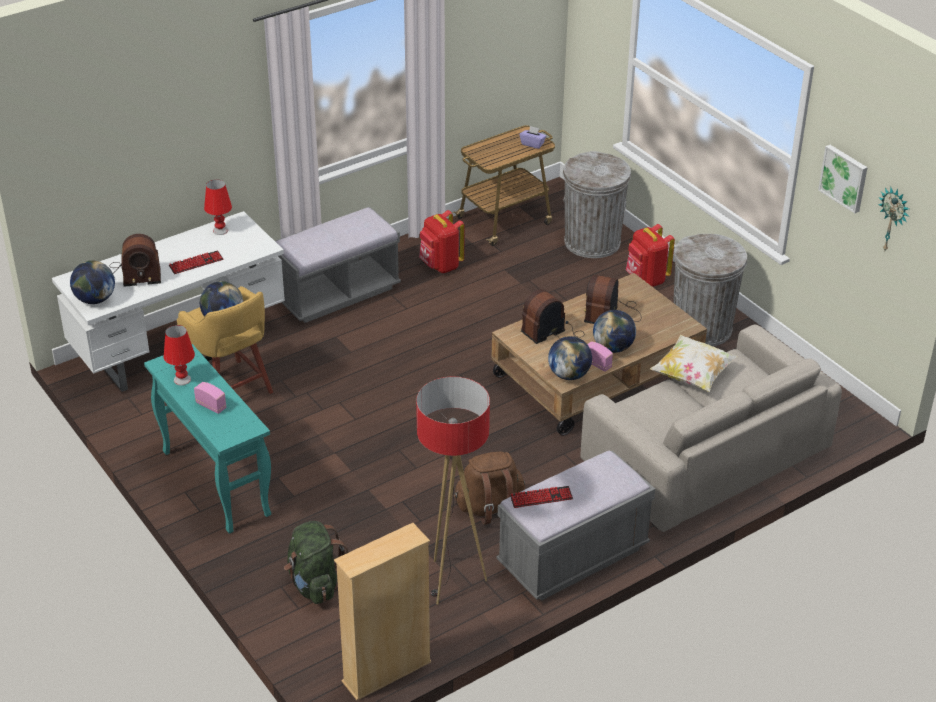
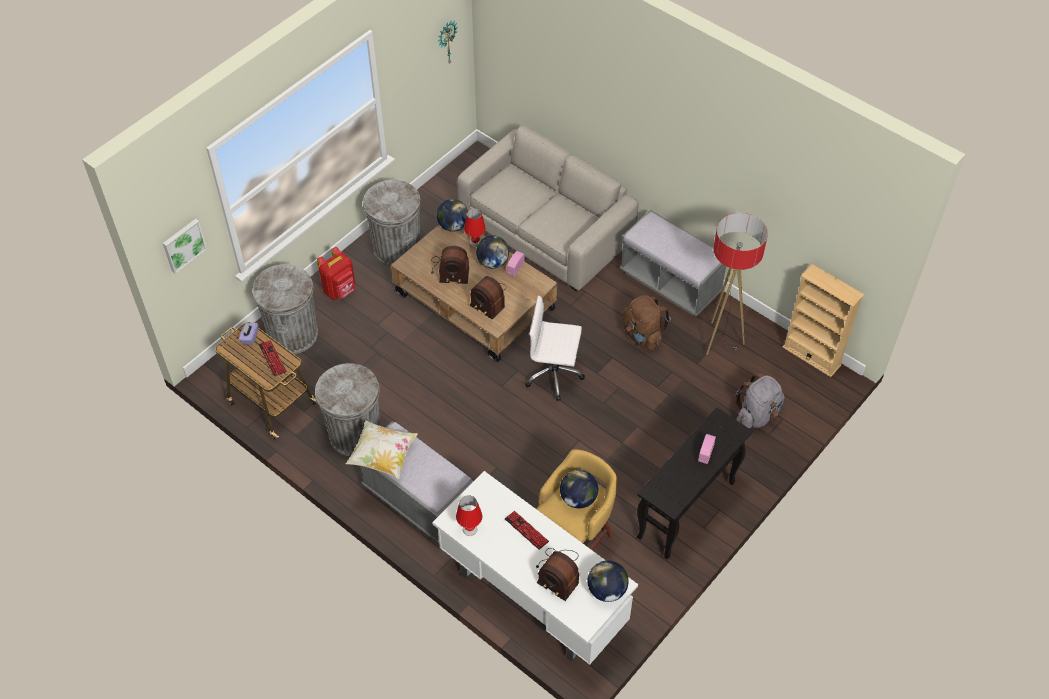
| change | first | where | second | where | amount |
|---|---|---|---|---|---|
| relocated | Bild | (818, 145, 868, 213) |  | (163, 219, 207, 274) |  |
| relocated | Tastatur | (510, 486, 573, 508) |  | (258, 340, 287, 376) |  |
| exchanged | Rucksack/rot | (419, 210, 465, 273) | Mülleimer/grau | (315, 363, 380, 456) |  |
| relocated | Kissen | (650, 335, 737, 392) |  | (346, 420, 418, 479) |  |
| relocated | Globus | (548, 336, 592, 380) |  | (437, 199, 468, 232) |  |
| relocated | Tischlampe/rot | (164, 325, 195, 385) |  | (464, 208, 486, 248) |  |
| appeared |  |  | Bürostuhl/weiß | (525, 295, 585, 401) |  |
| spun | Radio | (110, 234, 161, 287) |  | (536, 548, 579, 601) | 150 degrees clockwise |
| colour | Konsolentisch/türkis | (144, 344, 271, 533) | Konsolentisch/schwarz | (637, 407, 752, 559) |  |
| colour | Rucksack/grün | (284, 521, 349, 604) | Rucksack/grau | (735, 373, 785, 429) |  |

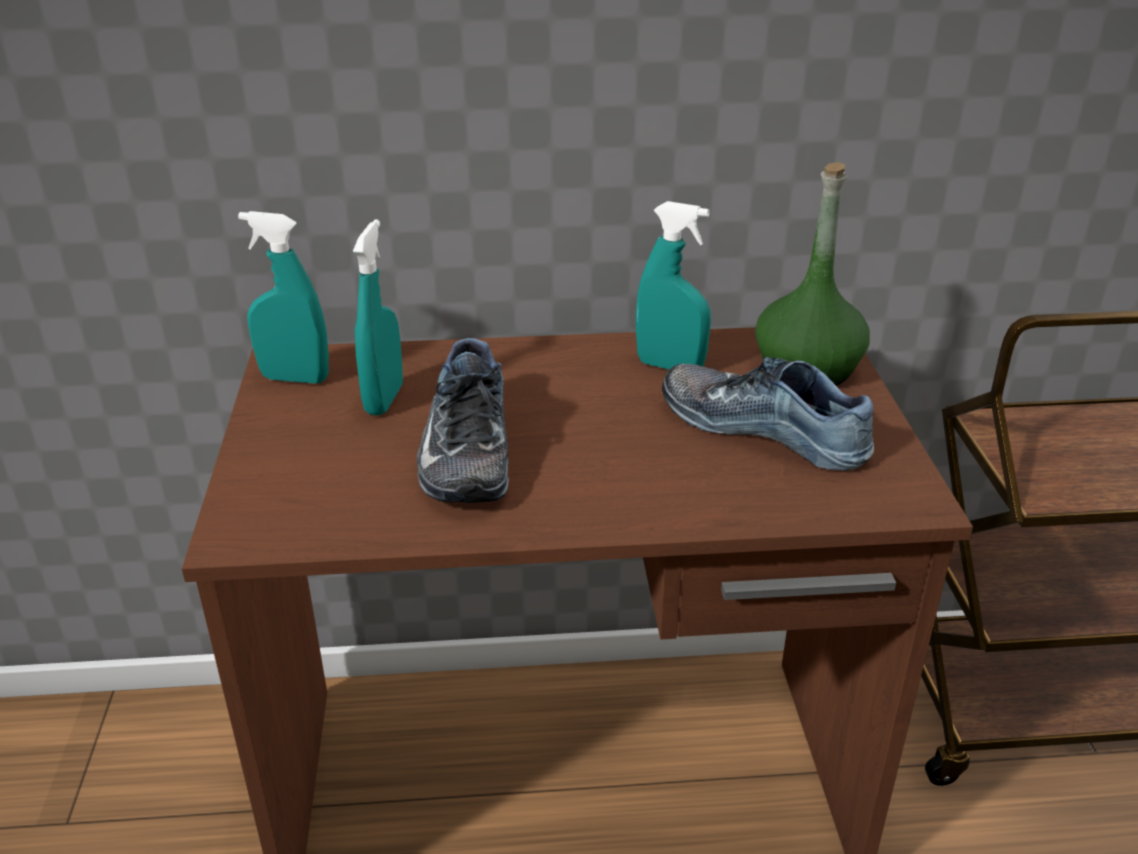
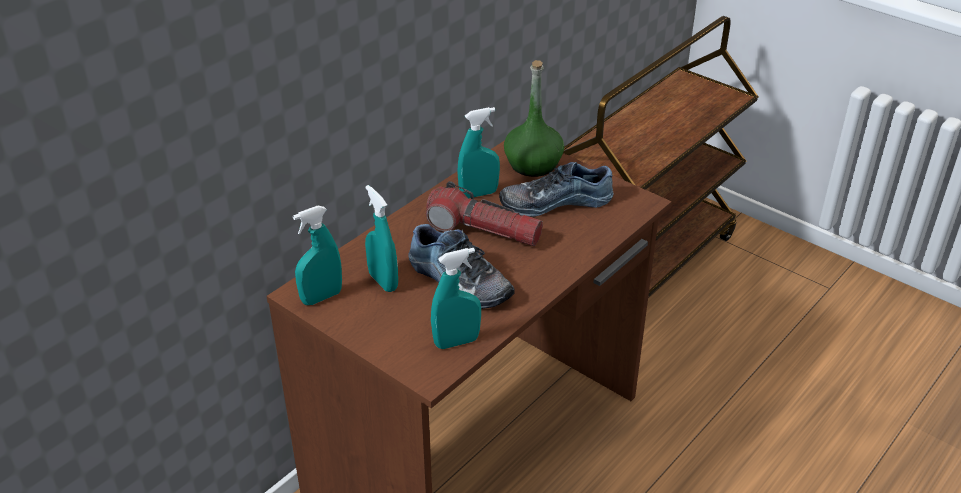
| change | first | where | second | where | amount |
|---|---|---|---|---|---|
| appeared |  |  | Taschenlampe | (426, 181, 543, 246) |  |
| appeared |  |  | Sprühflasche/türkis | (431, 248, 481, 349) |  |

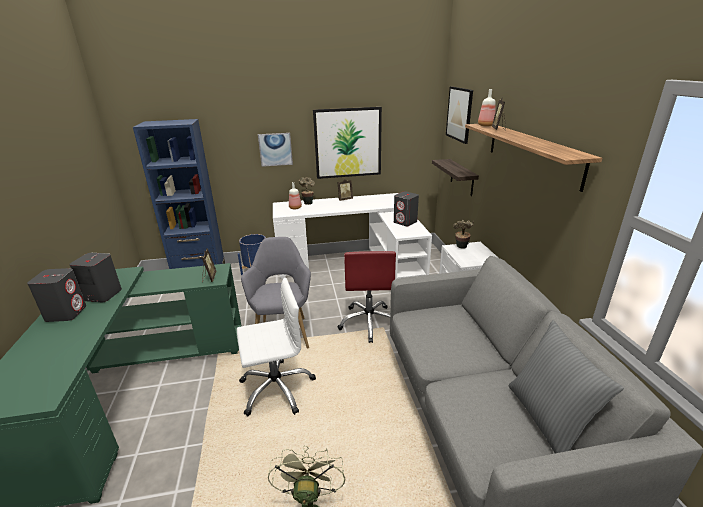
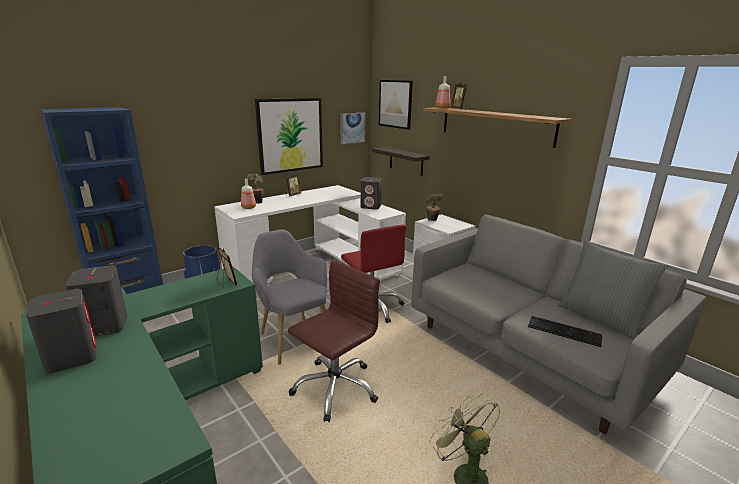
| change | first | where | second | where | amount |
|---|---|---|---|---|---|
| colour | Bürostuhl/weiß | (237, 278, 316, 416) | Bürostuhl/braun | (288, 260, 380, 422) |  |
| relocated | Bild | (258, 133, 293, 167) |  | (340, 113, 365, 144) |  |
| appeared |  |  | Tastatur | (528, 316, 602, 347) |  |

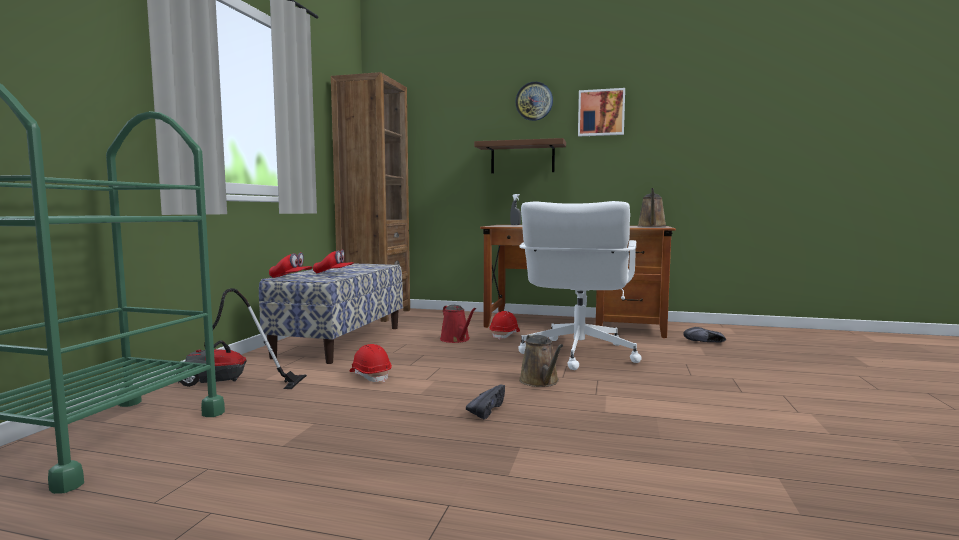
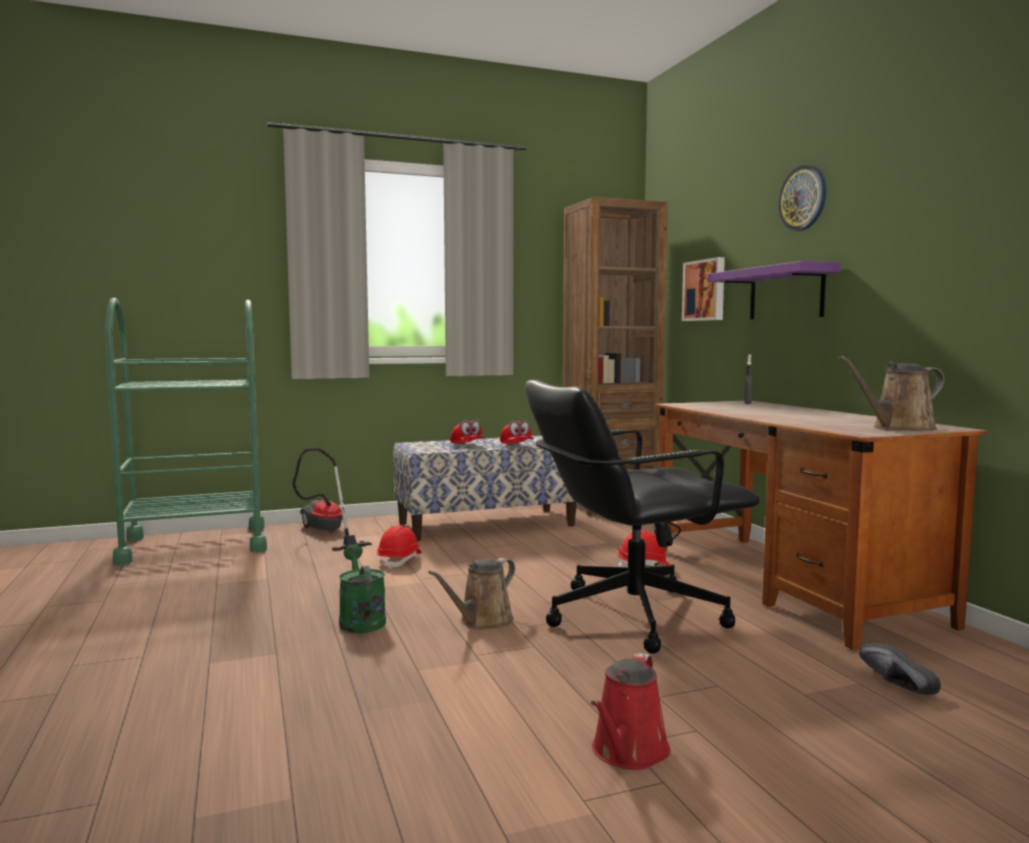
| change | first | where | second | where | amount |
|---|---|---|---|---|---|
| exchanged | Schuh/schwarz | (466, 384, 505, 420) | Gießkanne/grün | (339, 545, 386, 633) |  |
| relocated | Kappe/rot | (269, 252, 313, 278) |  | (500, 420, 534, 444) |  |
| colour | Bürostuhl/weiß | (518, 201, 641, 370) | Bürostuhl/schwarz | (525, 380, 760, 654) |  |
| relocated | Gießkanne/rot | (440, 305, 476, 343) |  | (591, 653, 670, 770) |  |
| relocated | Bild | (578, 88, 625, 137) |  | (682, 257, 725, 321) |  |
| colour | Wandregal/braun | (474, 138, 566, 173) | Wandregal/lila | (708, 261, 841, 319) |  |

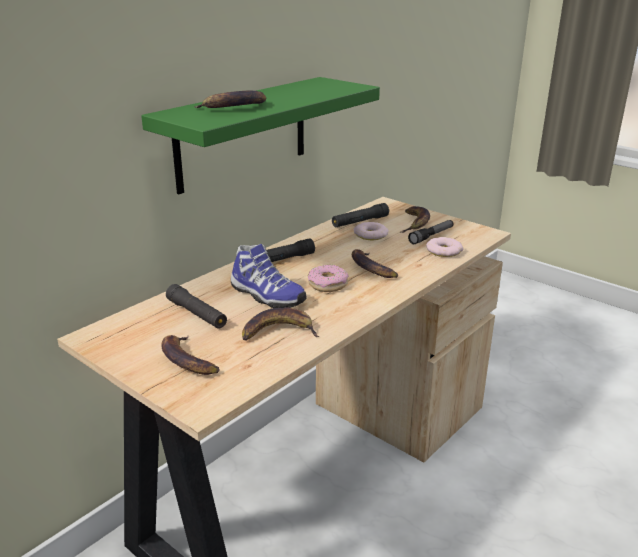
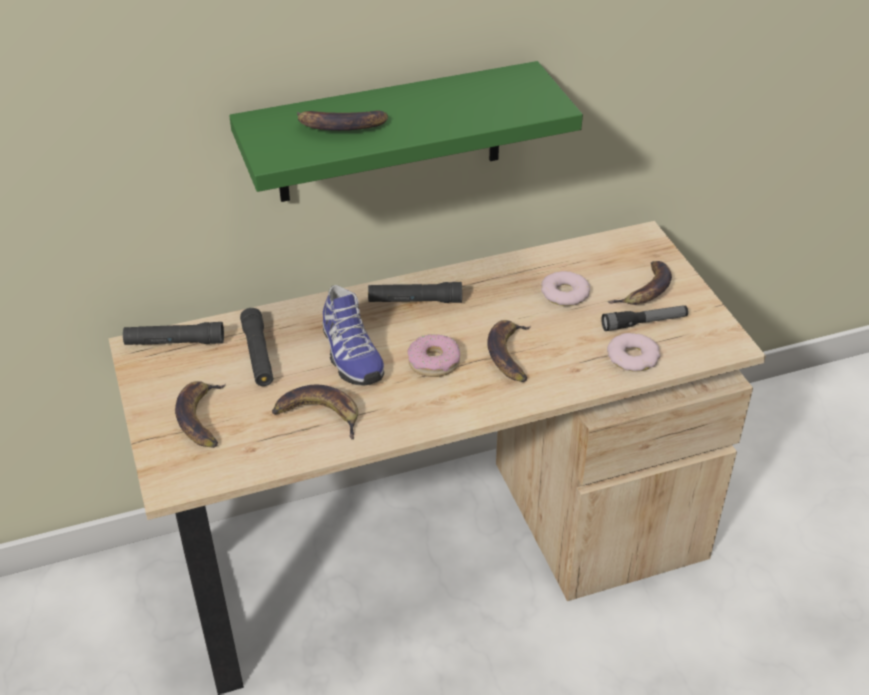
| change | first | where | second | where | amount |
|---|---|---|---|---|---|
| relocated | Taschenlampe/schwarz | (332, 203, 389, 227) |  | (123, 322, 224, 345) |  |

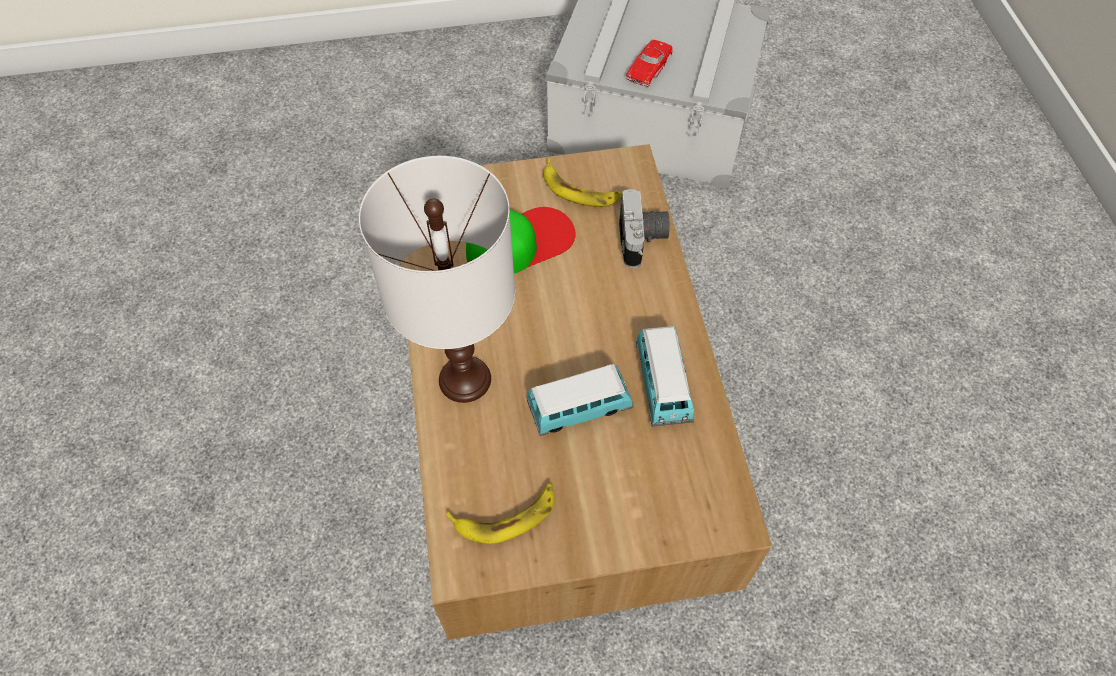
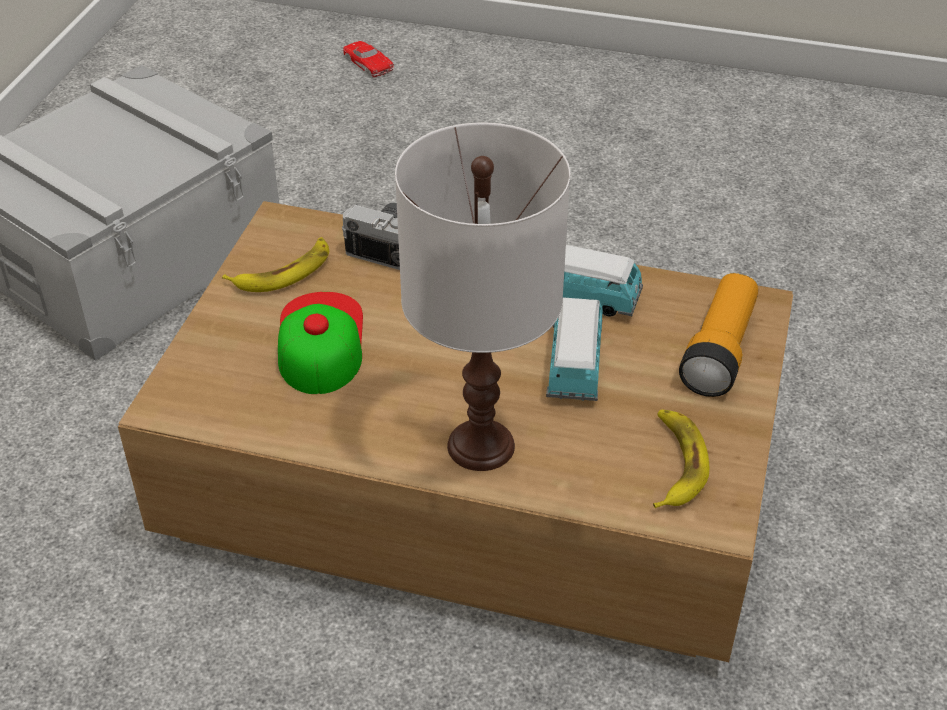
| change | first | where | second | where | amount |
|---|---|---|---|---|---|
| relocated | Spielzeugauto/rot | (626, 40, 673, 87) |  | (343, 41, 394, 77) |  |
| appeared |  |  | Taschenlampe | (679, 273, 758, 397) |  |

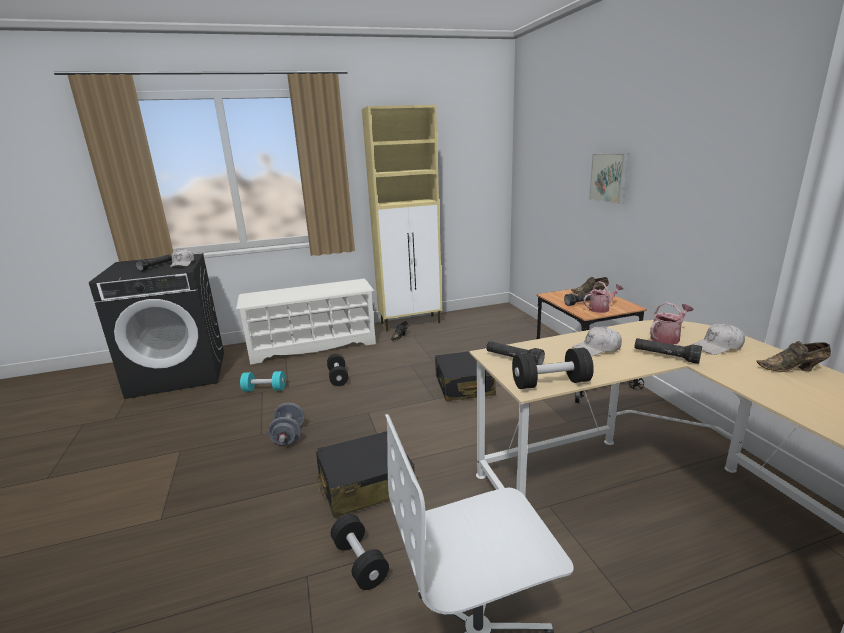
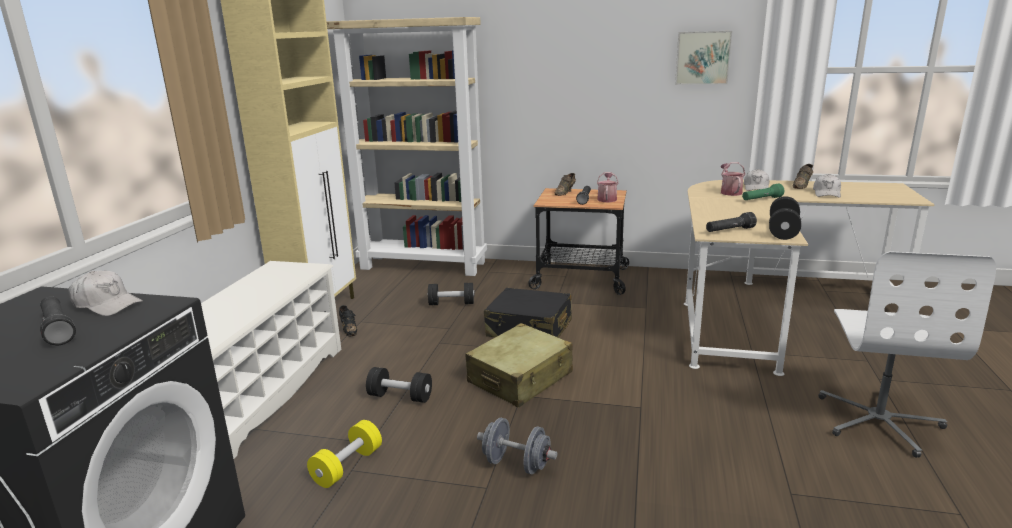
| change | first | where | second | where | amount |
|---|---|---|---|---|---|
| colour | Hantel/türkis | (240, 371, 286, 392) | Hantel/gelb | (307, 420, 382, 488) |  |
| appeared |  |  | Bücherregal/beige | (327, 17, 487, 276) |  |
| relocated | Hantel/schwarz | (331, 514, 389, 590) |  | (428, 283, 475, 305) |  |
| appeared |  |  | Koffer/beige | (466, 323, 573, 408) |  |
| relocated | Bild | (589, 153, 629, 204) |  | (675, 31, 732, 85) |  |
| colour | Taschenlampe/schwarz | (635, 338, 702, 364) | Taschenlampe/grün | (742, 184, 784, 200) |  |
| relocated | Kappe/weiß | (572, 326, 622, 356) |  | (813, 174, 841, 198) |  |
| missing | Koffer/schwarz | (315, 431, 415, 518) |  |  |  |

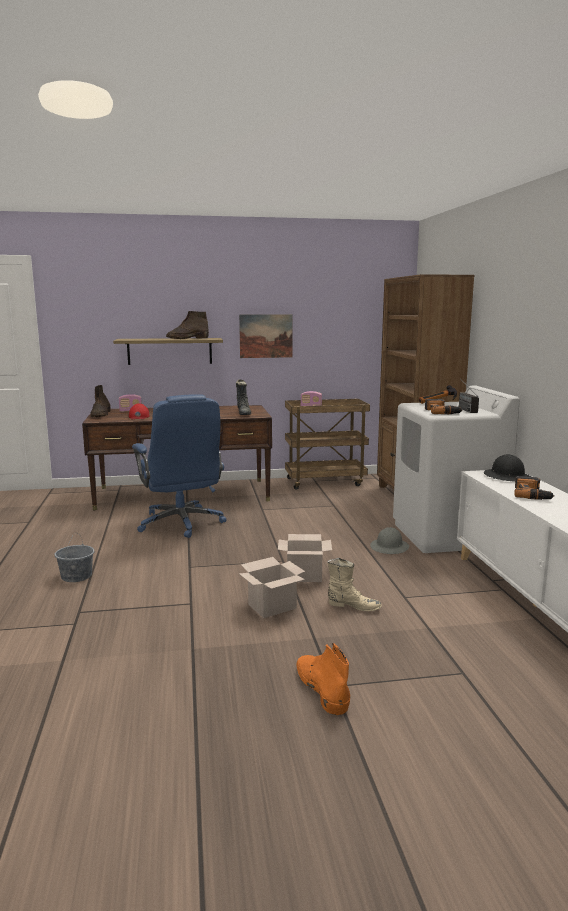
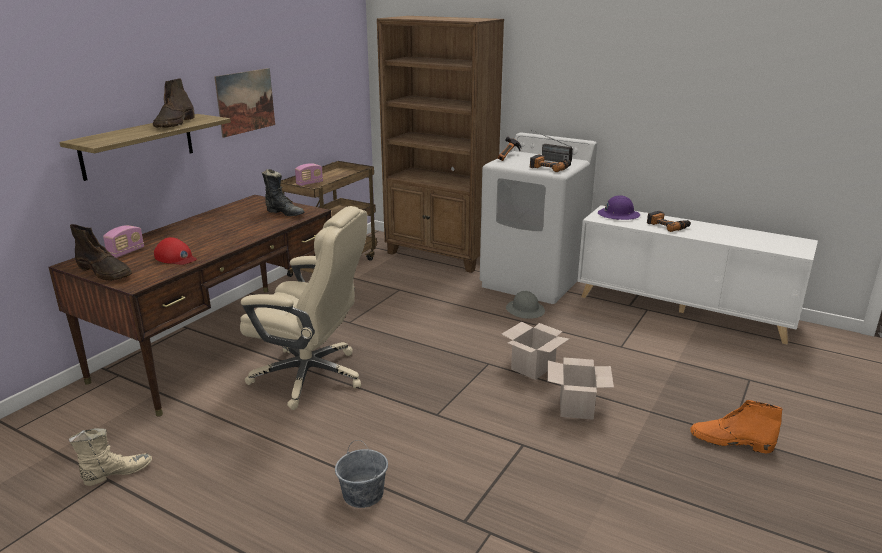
| change | first | where | second | where | amount |
|---|---|---|---|---|---|
| relocated | Stiefel/beige | (327, 558, 382, 611) |  | (69, 428, 152, 486) |  |
| colour | Bürostuhl/blau | (132, 394, 226, 538) | Bürostuhl/beige | (240, 206, 367, 410) |  |
| colour | Schutzhelm/schwarz | (484, 455, 531, 482) | Schutzhelm/lila | (598, 195, 640, 220) |  |

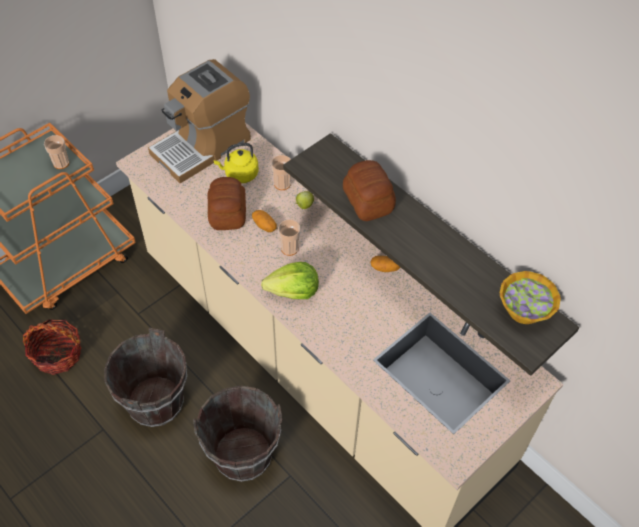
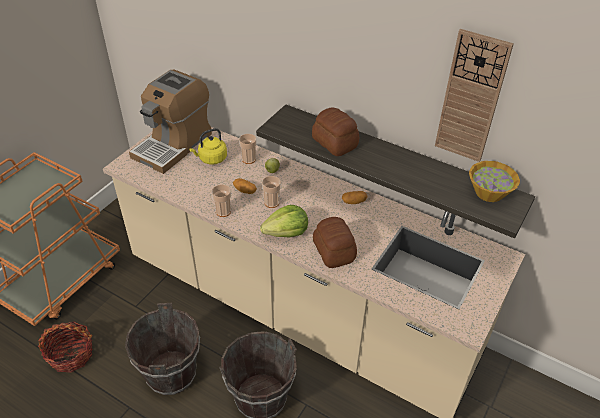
| change | first | where | second | where | amount |
|---|---|---|---|---|---|
| relocated | Tasse | (44, 135, 69, 169) |  | (212, 185, 231, 217) |  |
| relocated | Brot | (208, 177, 246, 230) |  | (313, 217, 357, 268) |  |
| appeared |  |  | Wanduhr | (435, 29, 514, 162) |  |

